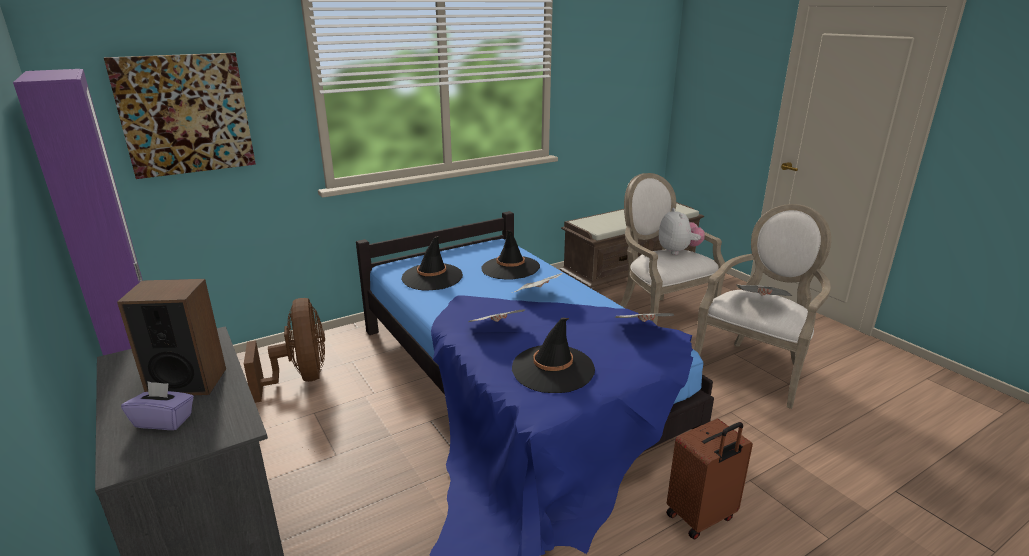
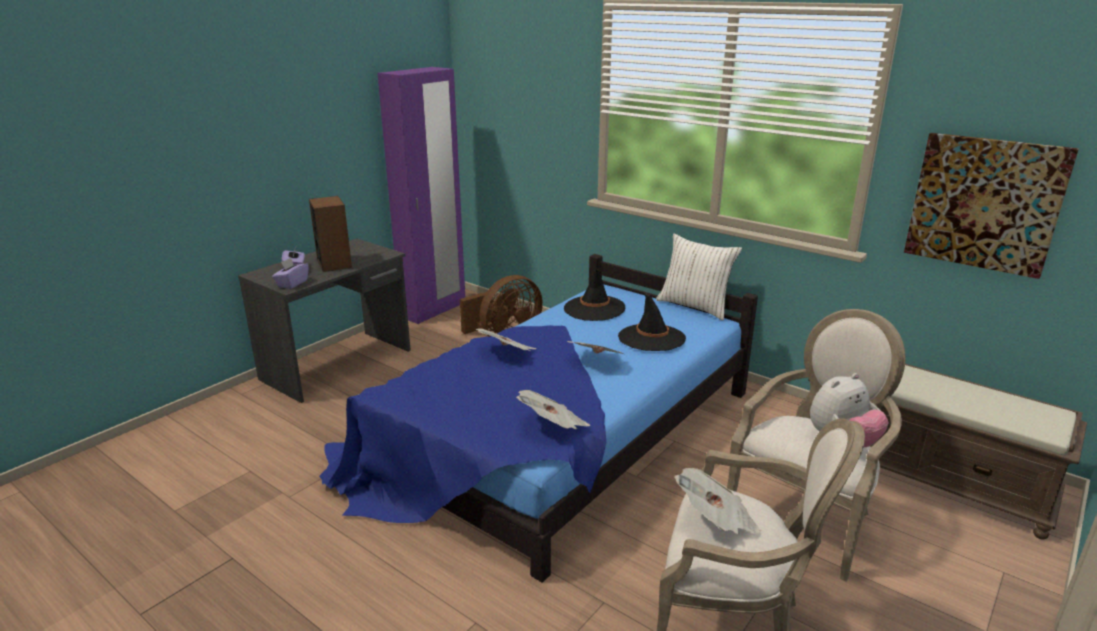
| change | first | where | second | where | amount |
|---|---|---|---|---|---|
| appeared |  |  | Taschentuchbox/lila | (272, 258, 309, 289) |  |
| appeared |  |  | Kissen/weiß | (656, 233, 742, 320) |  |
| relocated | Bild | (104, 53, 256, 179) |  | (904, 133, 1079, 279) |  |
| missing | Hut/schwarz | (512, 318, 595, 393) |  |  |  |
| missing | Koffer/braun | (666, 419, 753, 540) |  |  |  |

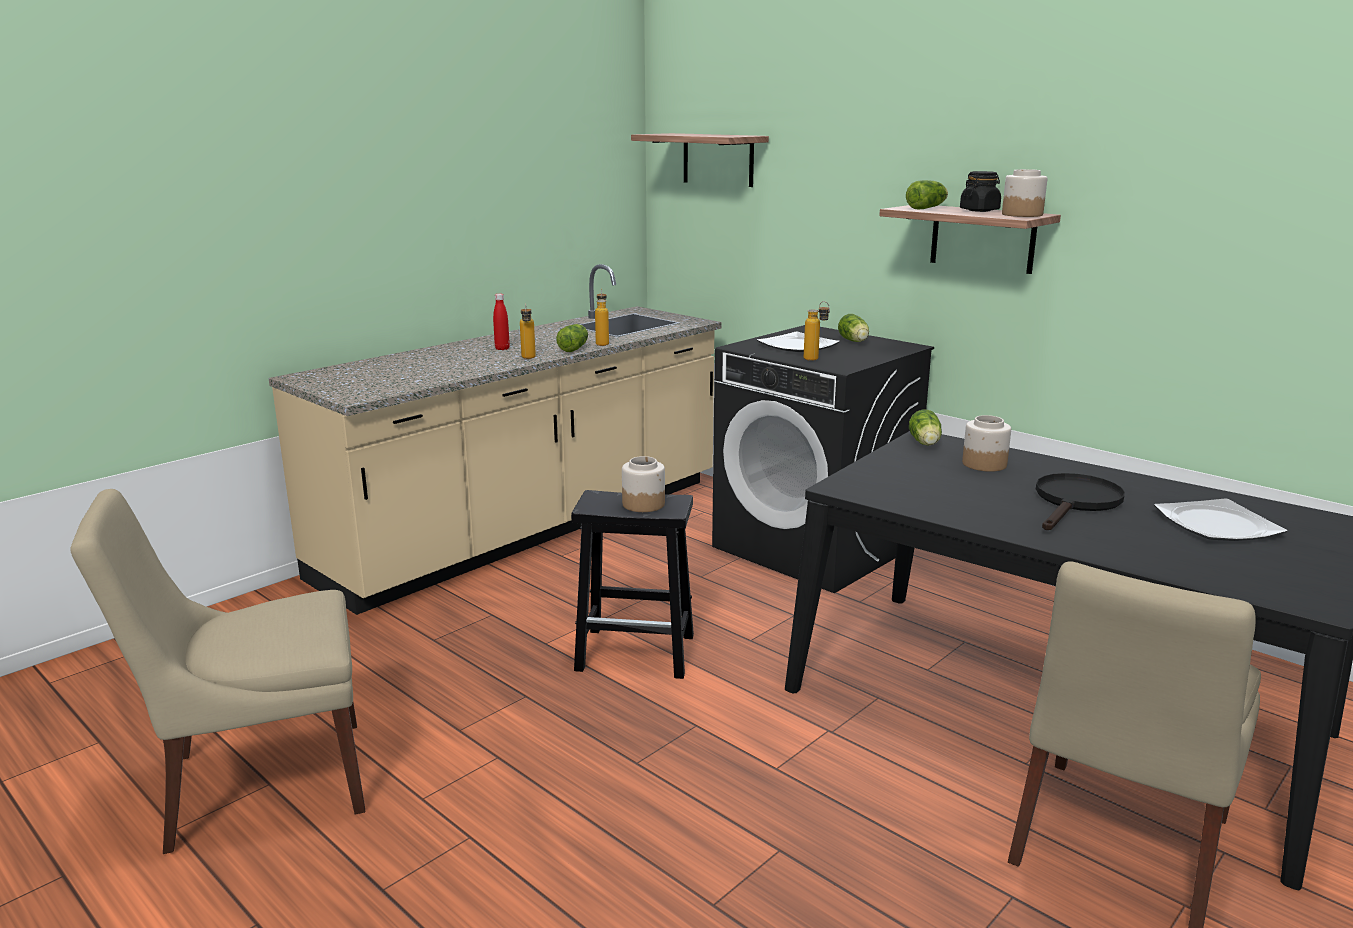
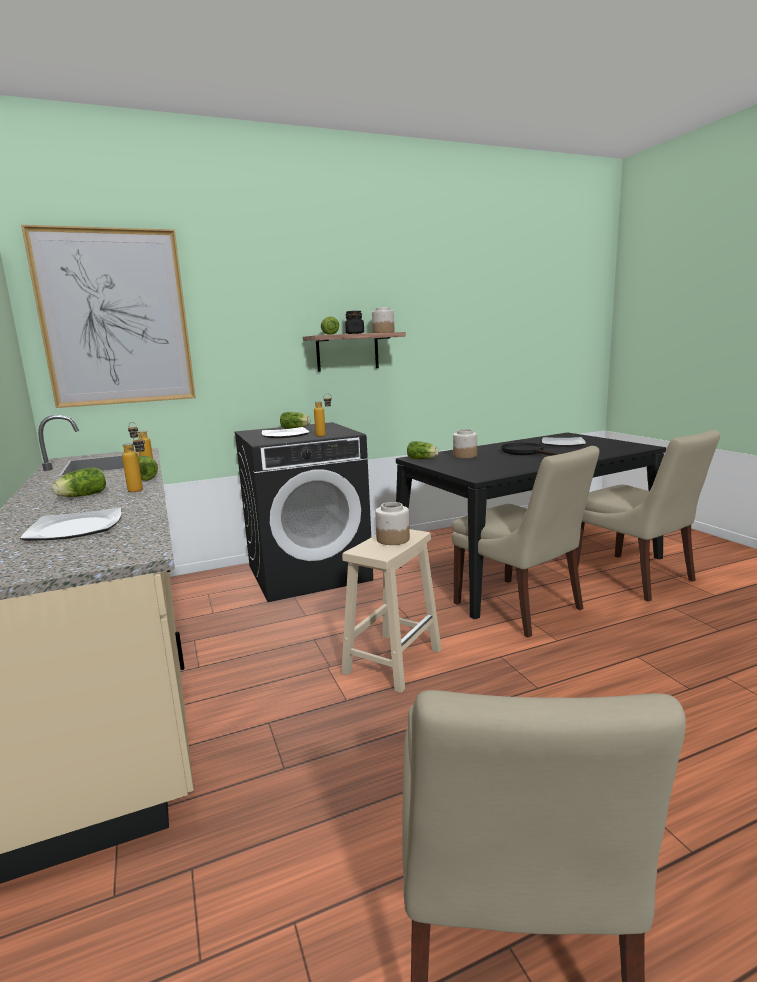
| change | first | where | second | where | amount |
|---|---|---|---|---|---|
| appeared |  |  | Teller | (20, 507, 121, 541) |  |
| exchanged | Wandregal | (631, 133, 769, 187) | Bild | (21, 225, 196, 408) |  |
| exchanged | Flasche/rot | (493, 294, 510, 350) | Salatkopf | (52, 467, 106, 497) |  |
| colour | Hocker/schwarz | (571, 490, 694, 679) | Hocker/beige | (341, 529, 441, 693) |  |
| appeared |  |  | Stuhl/beige | (452, 446, 599, 638) |  |

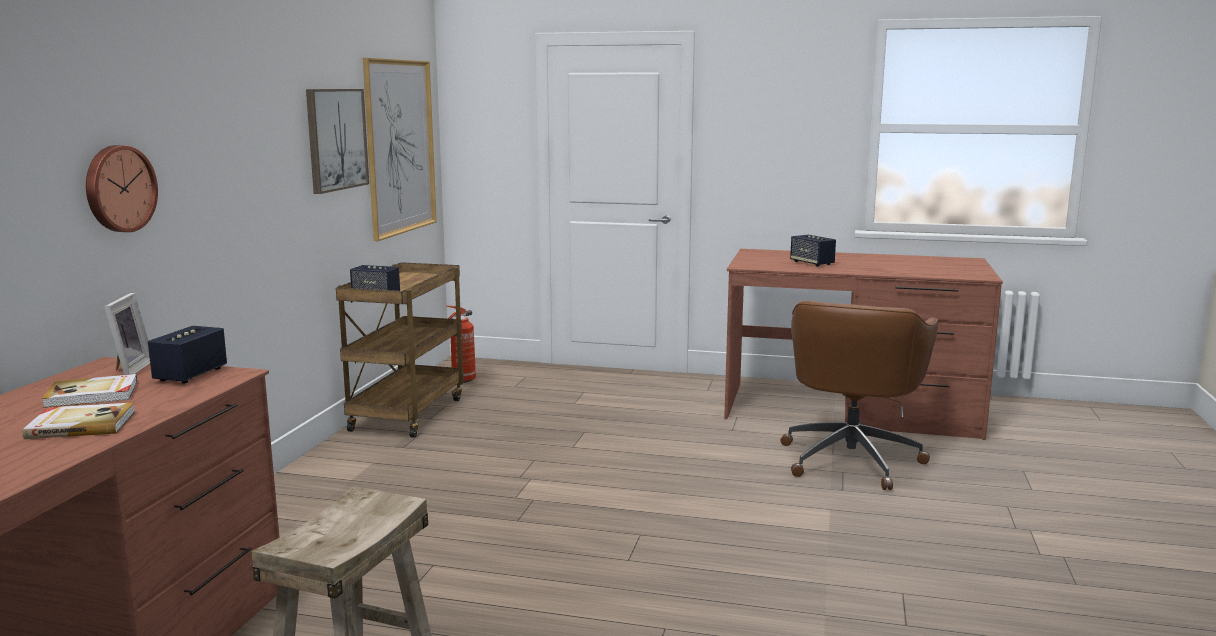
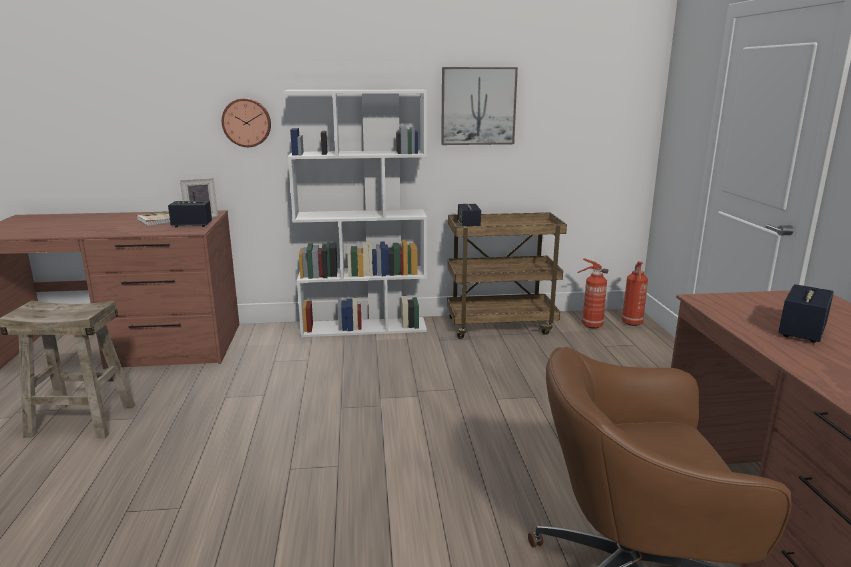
| change | first | where | second | where | amount |
|---|---|---|---|---|---|
| appeared |  |  | Bücherregal/weiß | (283, 90, 427, 337) |  |
| appeared |  |  | Feuerlöscher | (622, 262, 648, 326) |  |
| missing | Buch | (22, 402, 135, 439) |  |  |  |
| missing | Bild | (363, 58, 437, 241) |  |  |  |

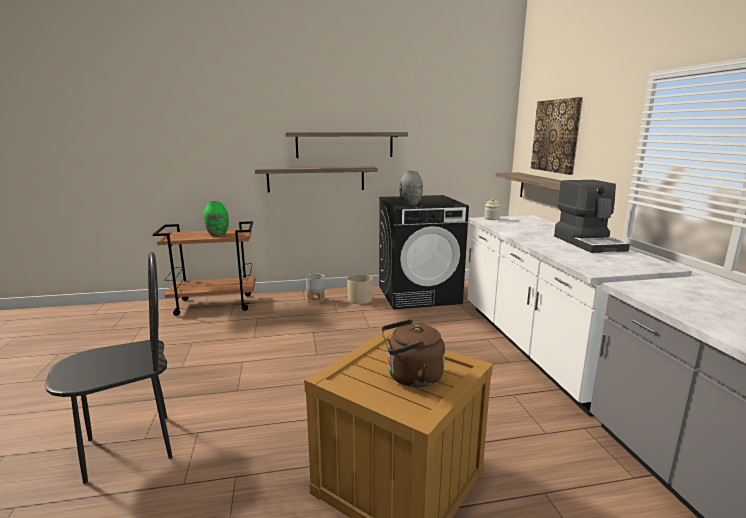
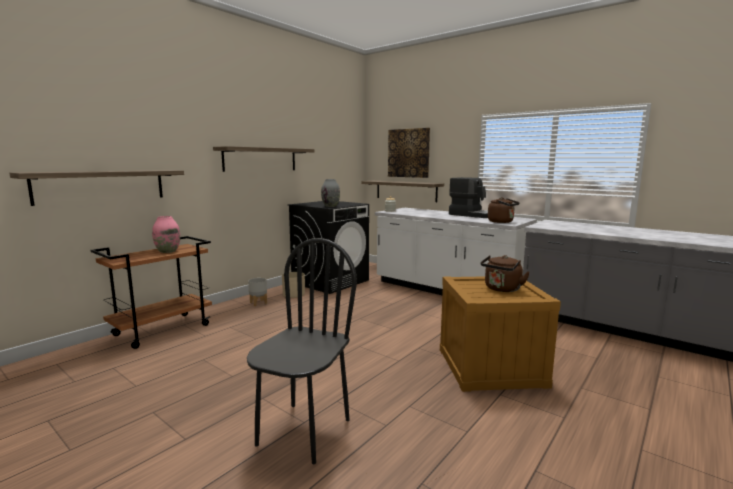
| change | first | where | second | where | amount |
|---|---|---|---|---|---|
| relocated | Wandregal | (255, 166, 378, 193) |  | (10, 170, 184, 206) |  |
| colour | Vase/grün | (204, 201, 229, 236) | Vase/rosa | (152, 216, 180, 253) |  |
| appeared |  |  | Wasserkessel/braun | (488, 197, 520, 223) |  |

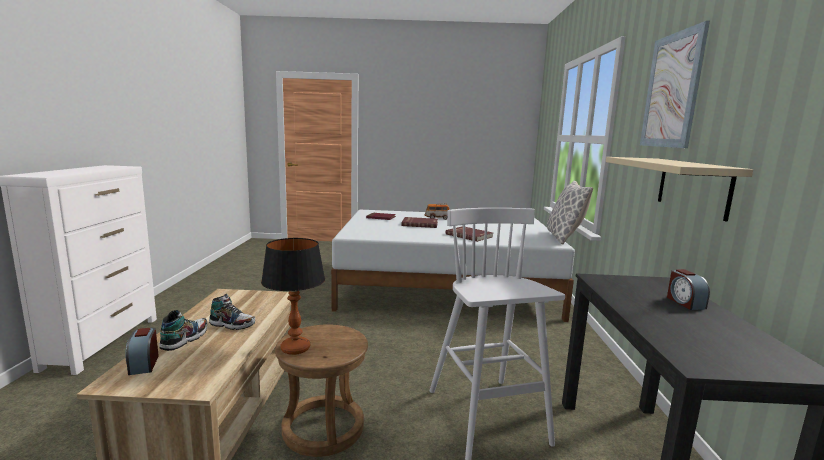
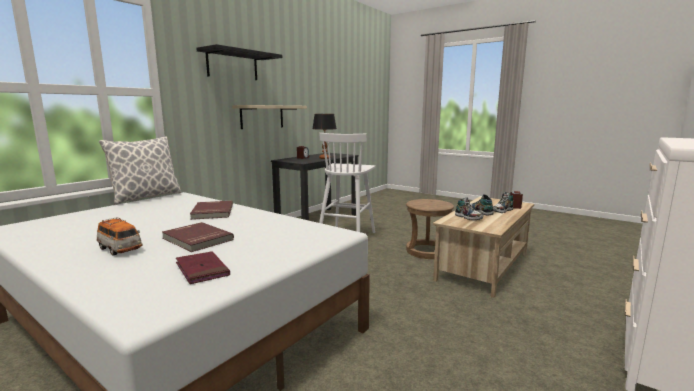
| change | first | where | second | where | amount |
|---|---|---|---|---|---|
| exchanged | Bild | (640, 21, 710, 148) | Wandregal/schwarz | (196, 44, 282, 80) |  |
| relocated | Tischlampe | (261, 238, 325, 355) |  | (313, 114, 337, 159) |  |
| appeared |  |  | Schuh | (455, 197, 483, 220) |  |

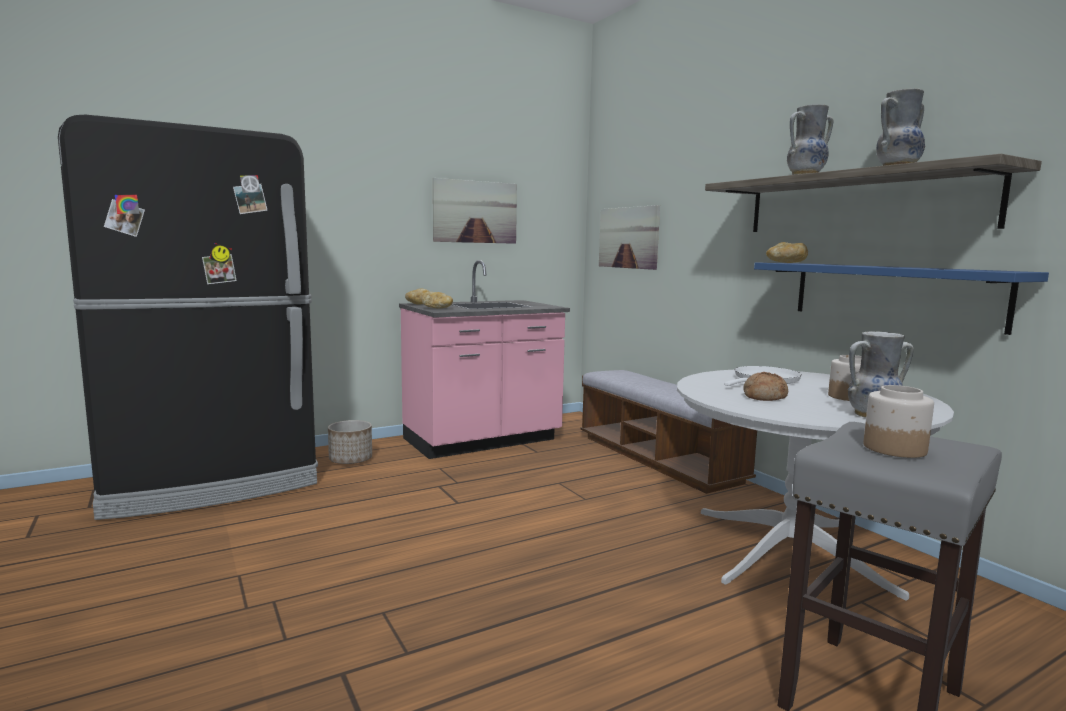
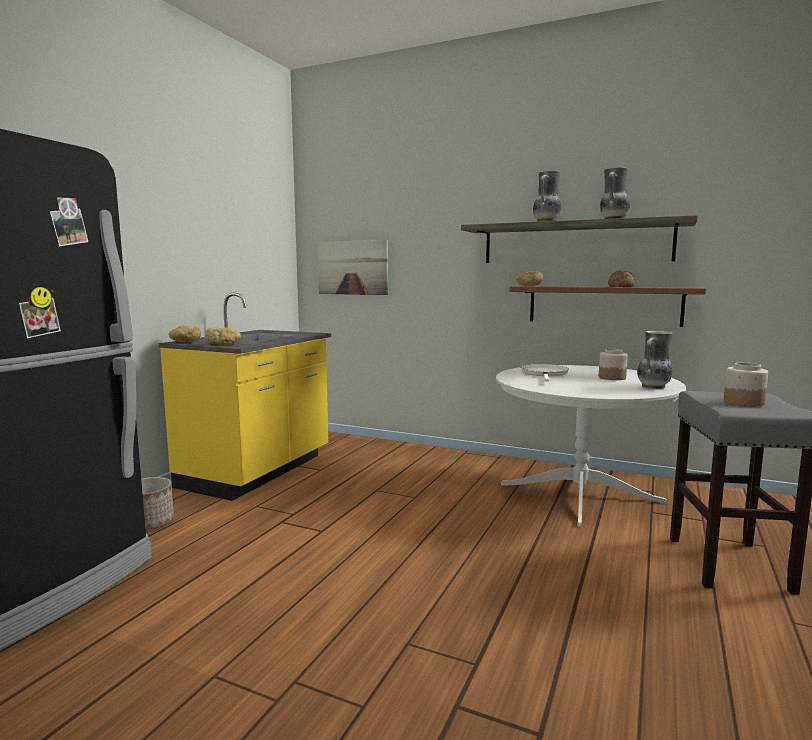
| change | first | where | second | where | amount |
|---|---|---|---|---|---|
| colour | Küchenzeile/rosa | (399, 260, 570, 459) | Küchenzeile/gelb | (159, 293, 331, 501) |  |
| colour | Wandregal/blau | (754, 263, 1049, 335) | Wandregal/braun | (509, 286, 706, 327) |  |
| relocated | Brot | (743, 372, 788, 401) |  | (608, 270, 635, 287) |  |
| missing | Bild | (433, 178, 517, 244) |  |  |  |
| missing | Bank | (580, 370, 757, 494) |  |  |  |

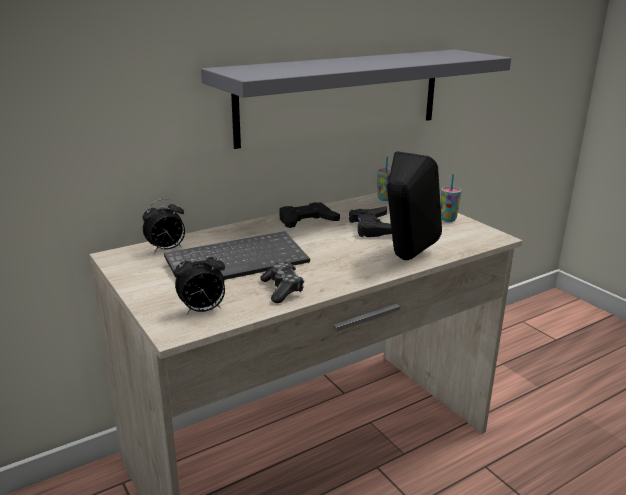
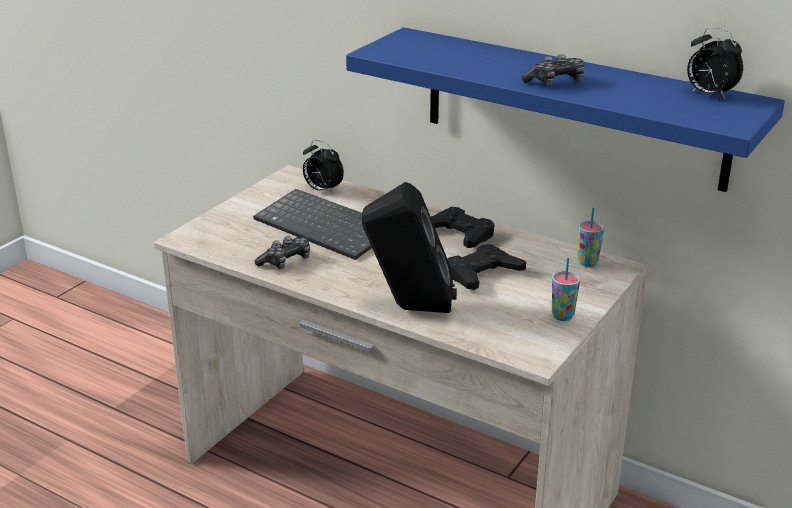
| change | first | where | second | where | amount |
|---|---|---|---|---|---|
| colour | Wandregal/grau | (201, 50, 511, 149) | Wandregal/blau | (346, 27, 785, 192) |  |
| appeared |  |  | Gamepad | (521, 54, 584, 86) |  |
| relocated | Wecker | (174, 251, 225, 314) |  | (687, 27, 743, 100) |  |

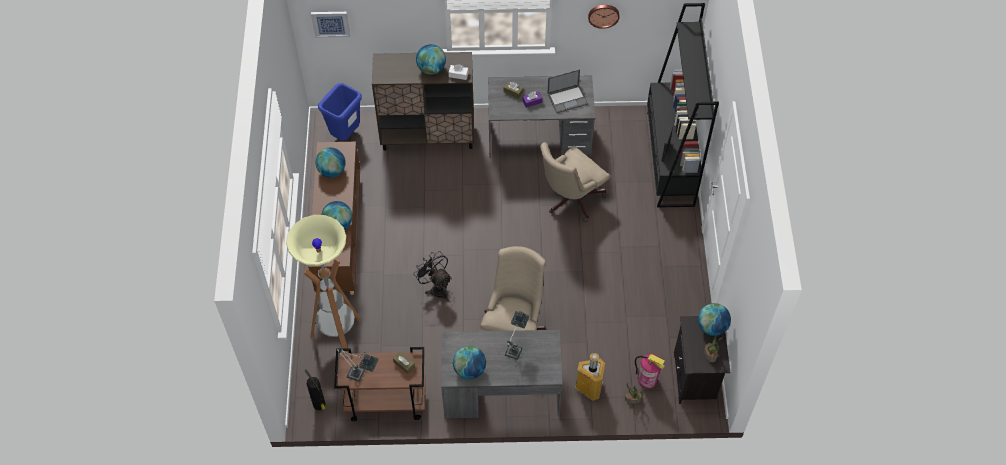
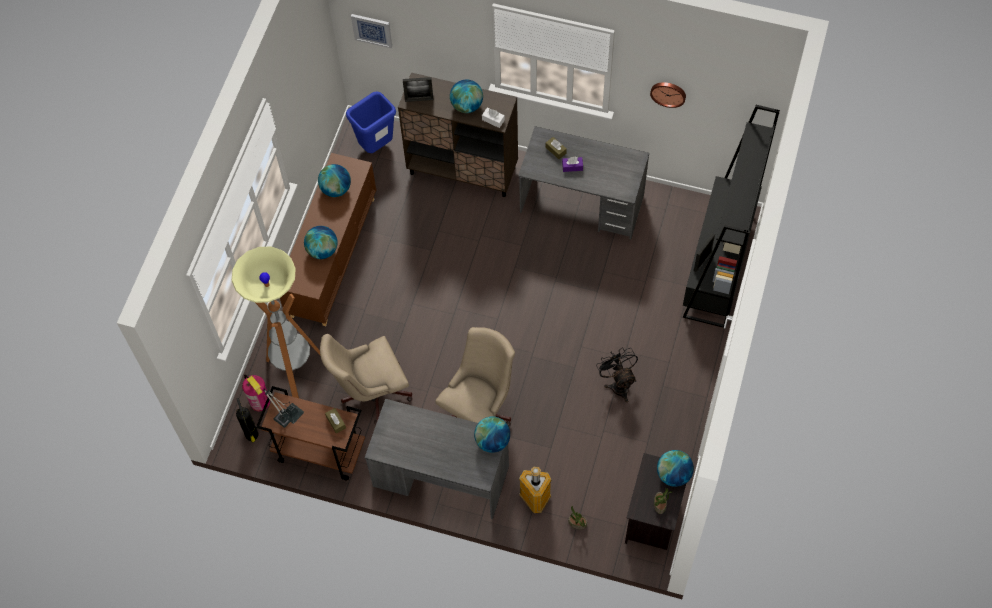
| change | first | where | second | where | amount |
|---|---|---|---|---|---|
| relocated | Feuerlöscher | (635, 354, 665, 389) |  | (242, 374, 270, 411) |  |
| relocated | Bürostuhl/beige | (540, 142, 610, 222) |  | (320, 334, 412, 425) |  |
| appeared |  |  | Bilderrahmen | (403, 77, 434, 102) |  |
| relocated | Globus | (453, 346, 486, 379) |  | (474, 416, 510, 453) |  |
| relocated | Ventilator/schwarz | (414, 251, 452, 302) |  | (596, 348, 638, 403) |  |
| missing | Tischlampe | (505, 311, 530, 360) |  |  |  |
| missing | Laptop | (547, 69, 588, 113) |  |  |  |

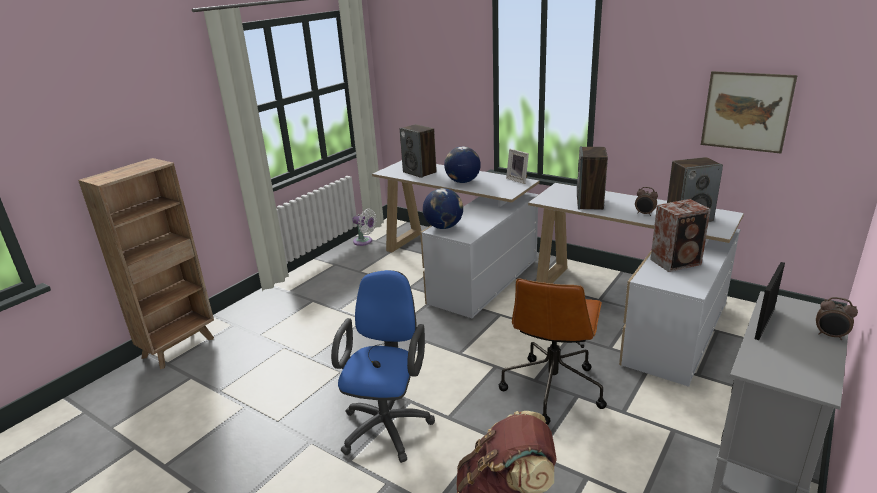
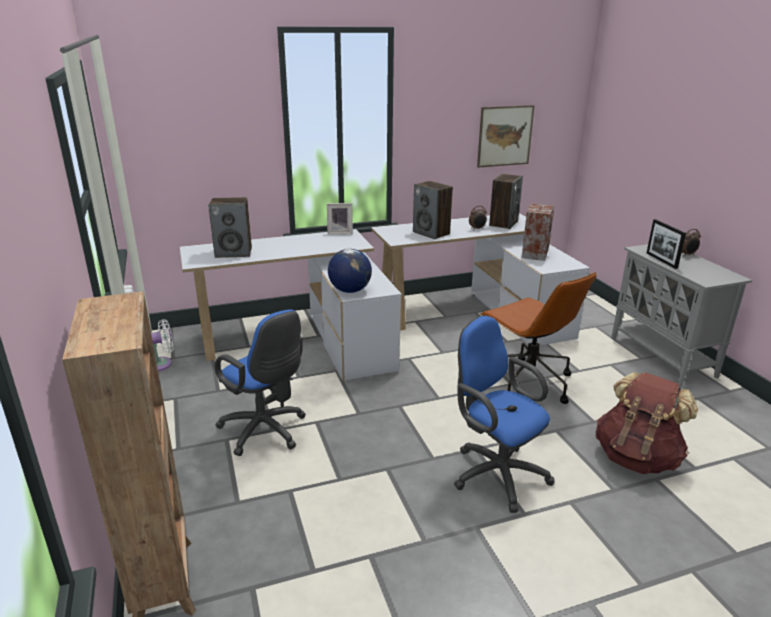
| change | first | where | second | where | amount |
|---|---|---|---|---|---|
| appeared |  |  | Bürostuhl/blau | (214, 310, 306, 456) |  |
| missing | Globus | (444, 146, 481, 183) |  |  |  |

